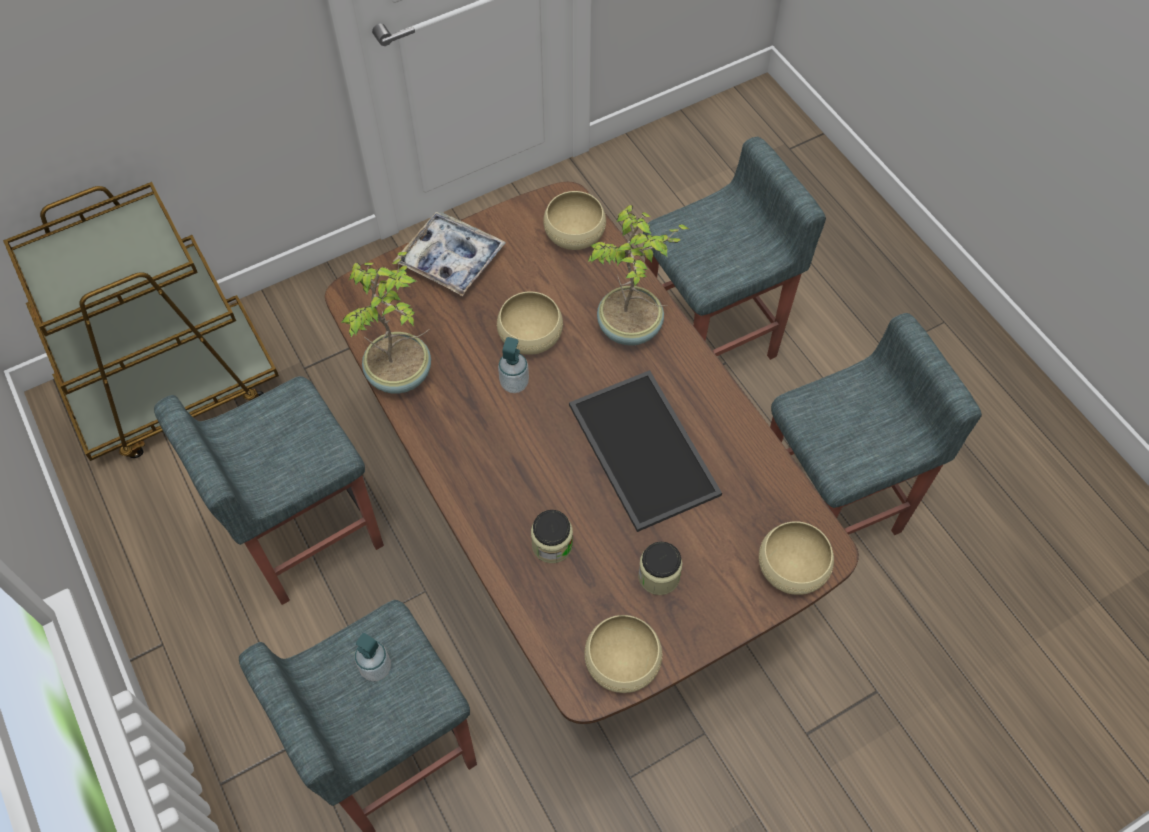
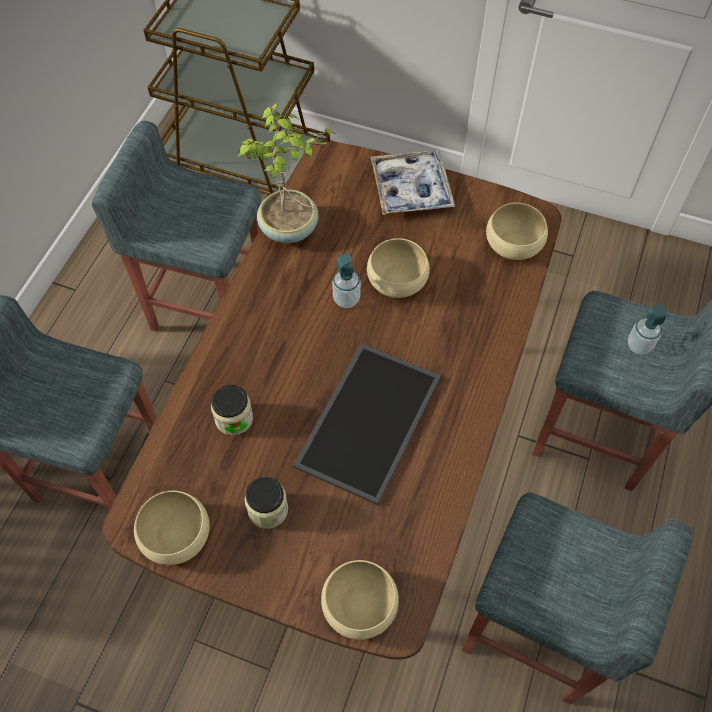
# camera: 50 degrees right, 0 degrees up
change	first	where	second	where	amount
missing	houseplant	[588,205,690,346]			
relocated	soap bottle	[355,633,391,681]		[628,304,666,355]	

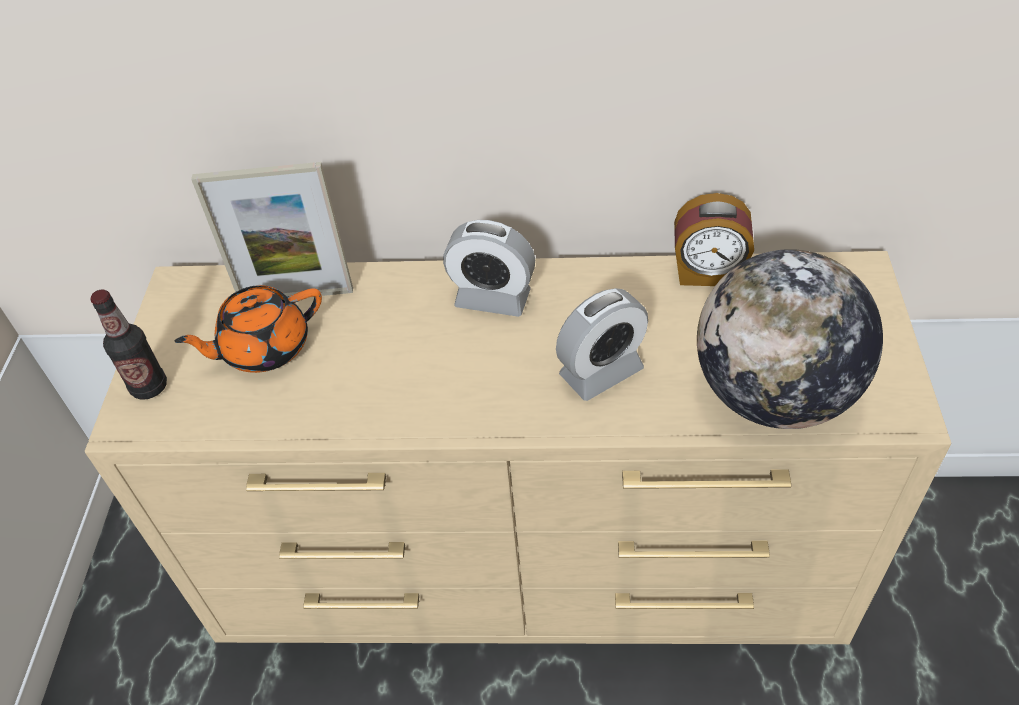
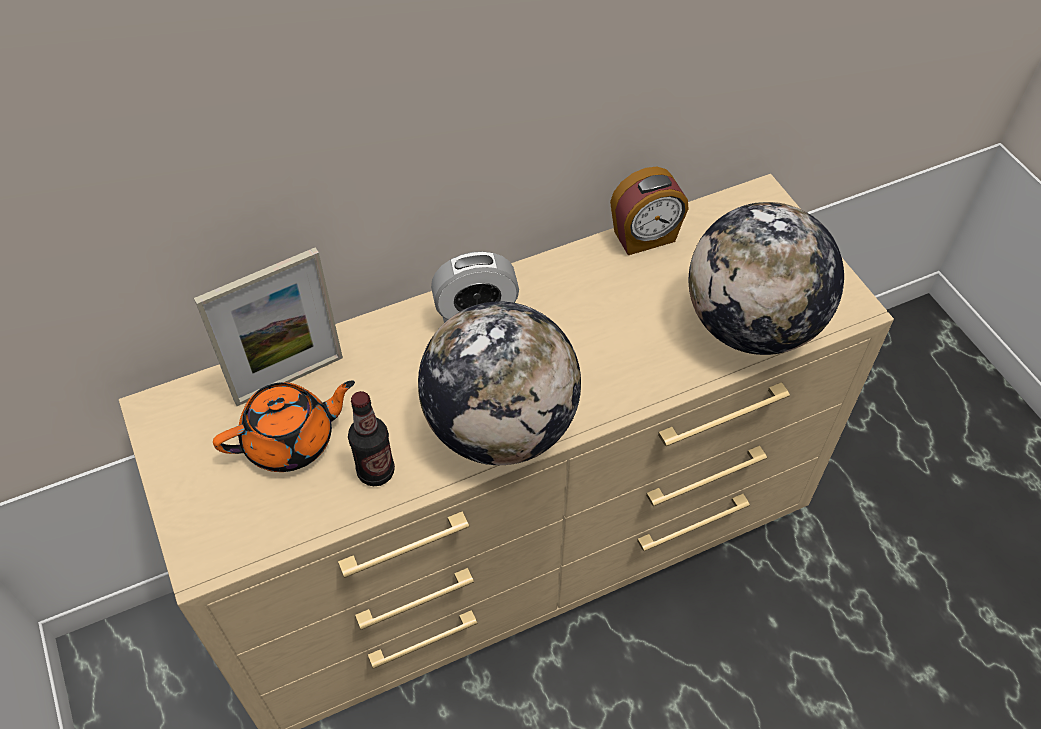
# camera: 30 degrees left, 5 degrees up
change	first	where	second	where	amount
missing	alarm clock	[556,288,648,401]			
appeared			world globe	[418,301,581,465]	
relocated	drink bottle	[90,290,167,400]		[348,391,395,486]	
spun	orange pot for tea	[175,285,322,373]		[213,381,355,472]	150 degrees counterclockwise

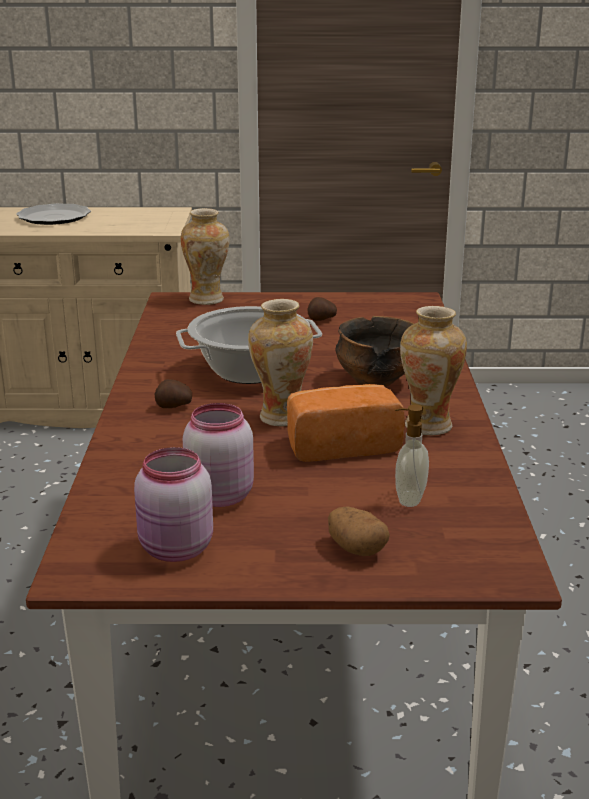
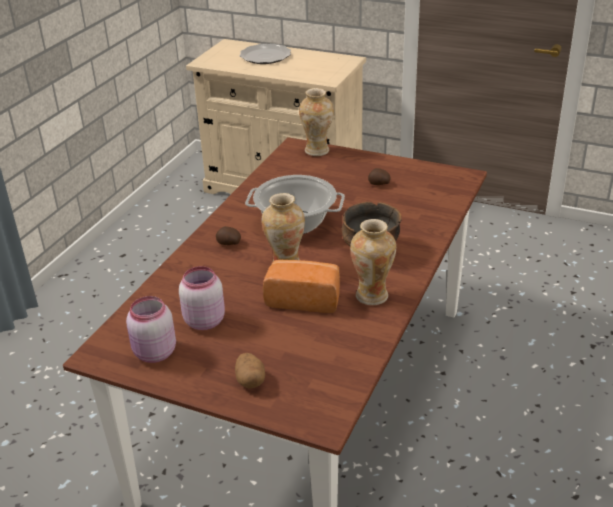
# camera: 25 degrees right, 10 degrees up
change	first	where	second	where	amount
missing	soap bottle	[395,405,429,507]			

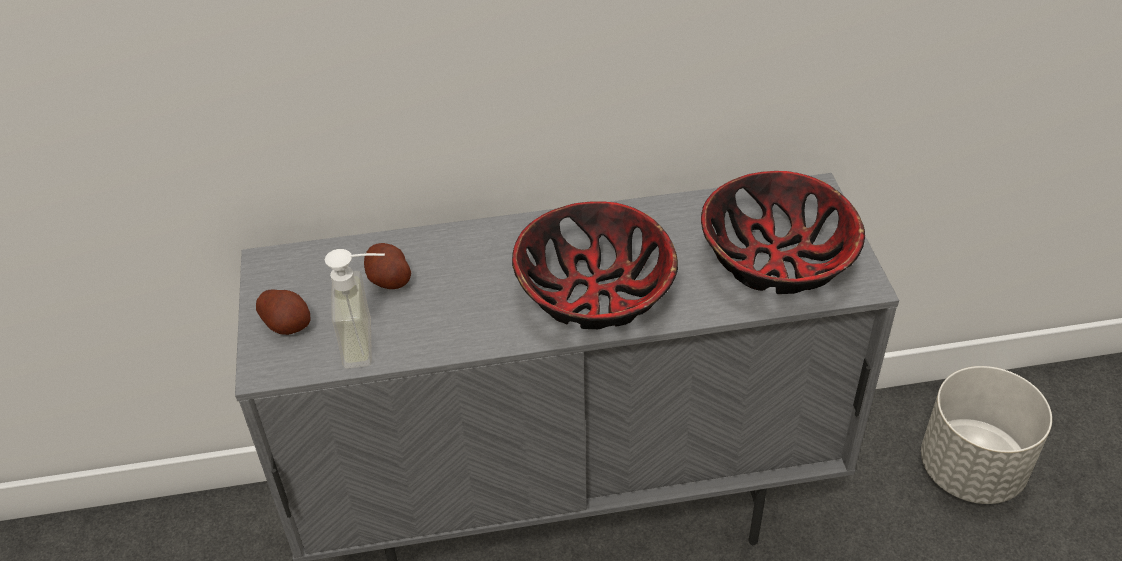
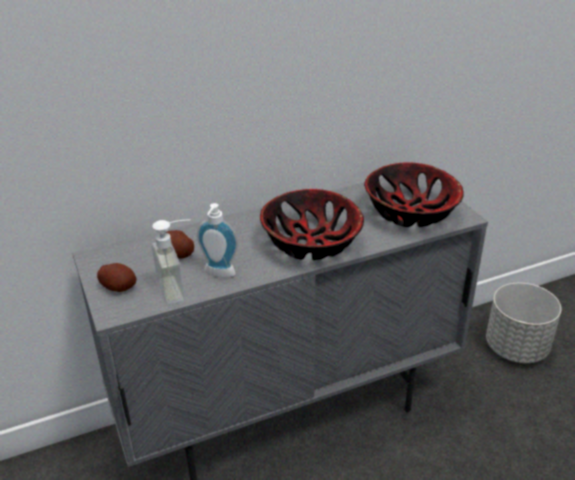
# camera: 15 degrees left, 10 degrees down
change	first	where	second	where	amount
appeared			soap bottle	[197,203,238,277]	

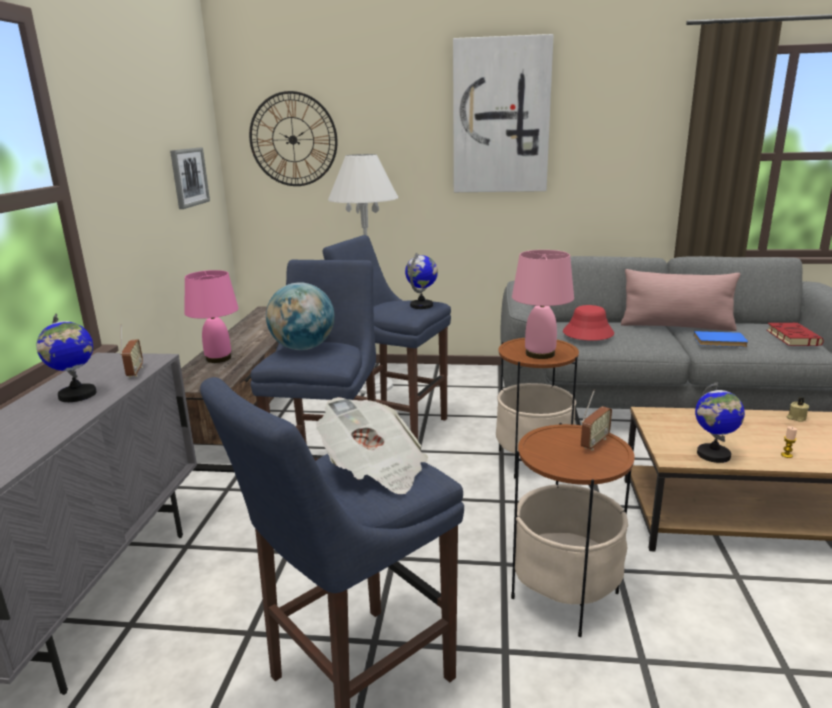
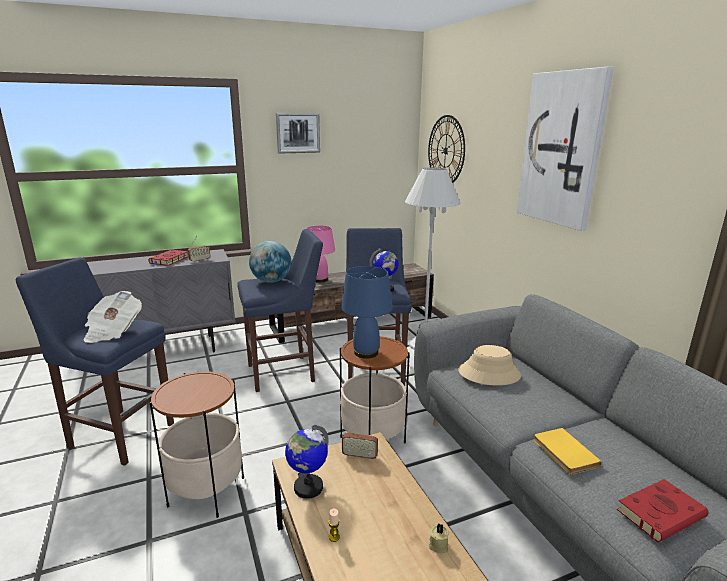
# camera: 60 degrees right, 0 degrees up
change	first	where	second	where	amount
missing	pinkish cushion	[621,269,741,331]			
relocated	wall art	[170,148,210,209]		[276,113,320,154]	
relocated	radio receiver	[581,389,612,451]		[342,418,378,461]	
exchanged	world globe	[36,314,96,402]	reddish volume	[149,250,189,267]	
colour	pinkish lamp for a table	[512,250,574,359]	blue lamp for a table	[341,266,393,359]	
colour	reddish wearable hat	[563,305,614,341]	beige wearable hat	[458,345,521,386]	
colour	blue volume	[694,331,748,347]	yellowish volume	[534,428,602,475]	

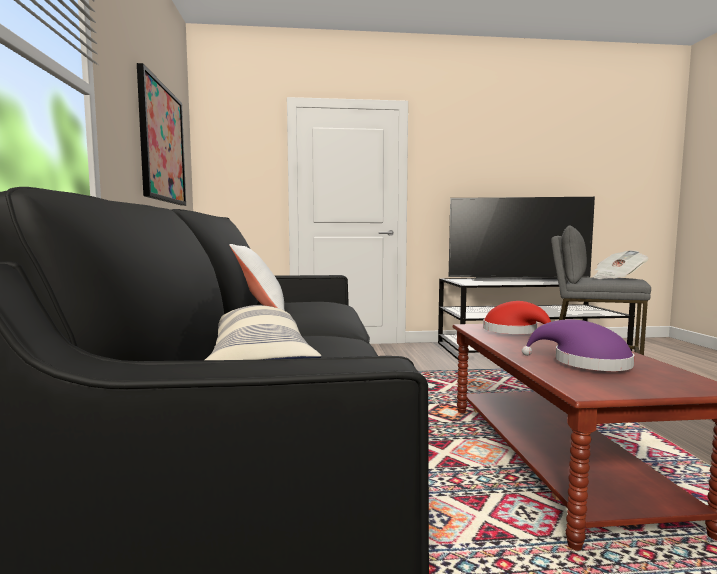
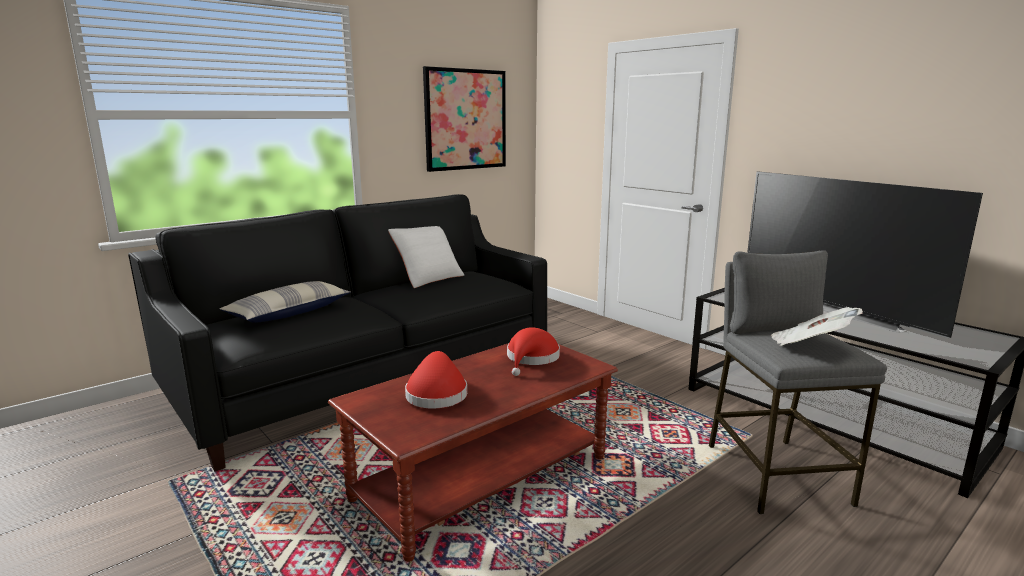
# camera: 55 degrees right, 10 degrees up
change	first	where	second	where	amount
colour	purplish wearable hat	[522,319,635,371]	reddish wearable hat	[405,351,467,408]	

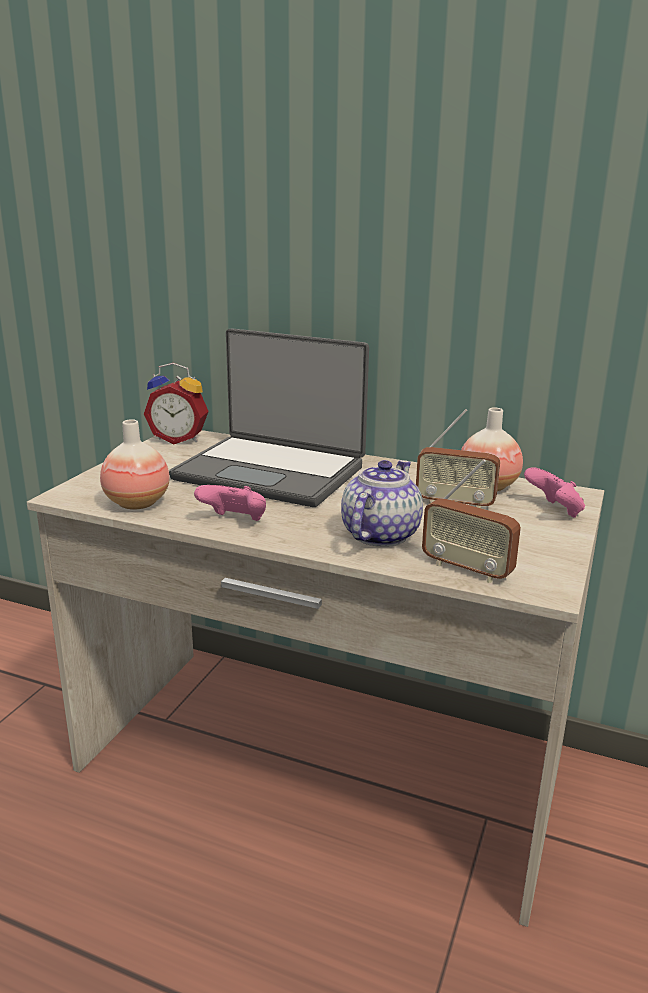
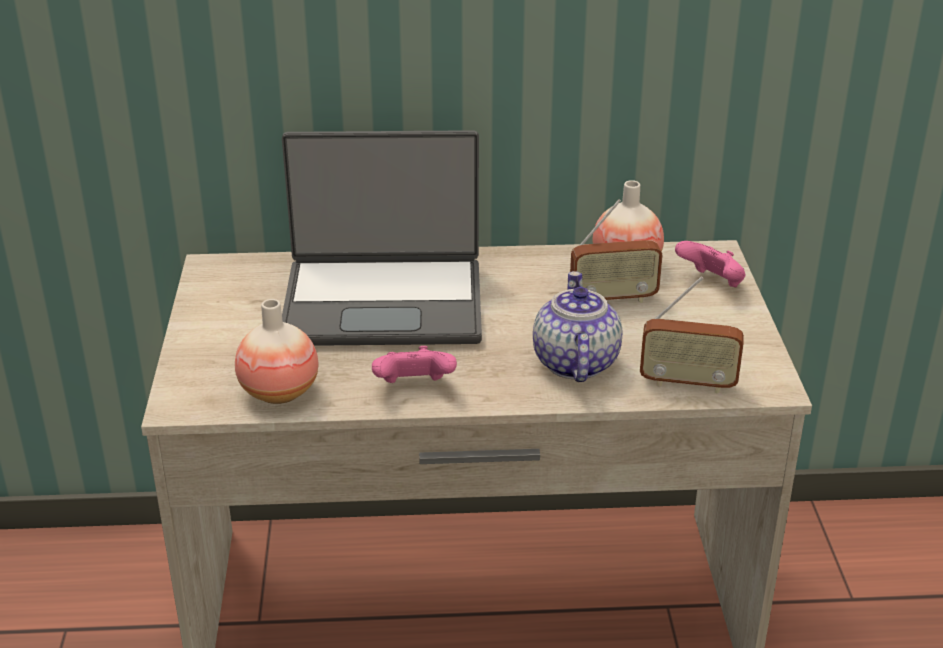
# camera: 25 degrees left, 10 degrees up
change	first	where	second	where	amount
missing	alarm clock	[144,363,209,444]			

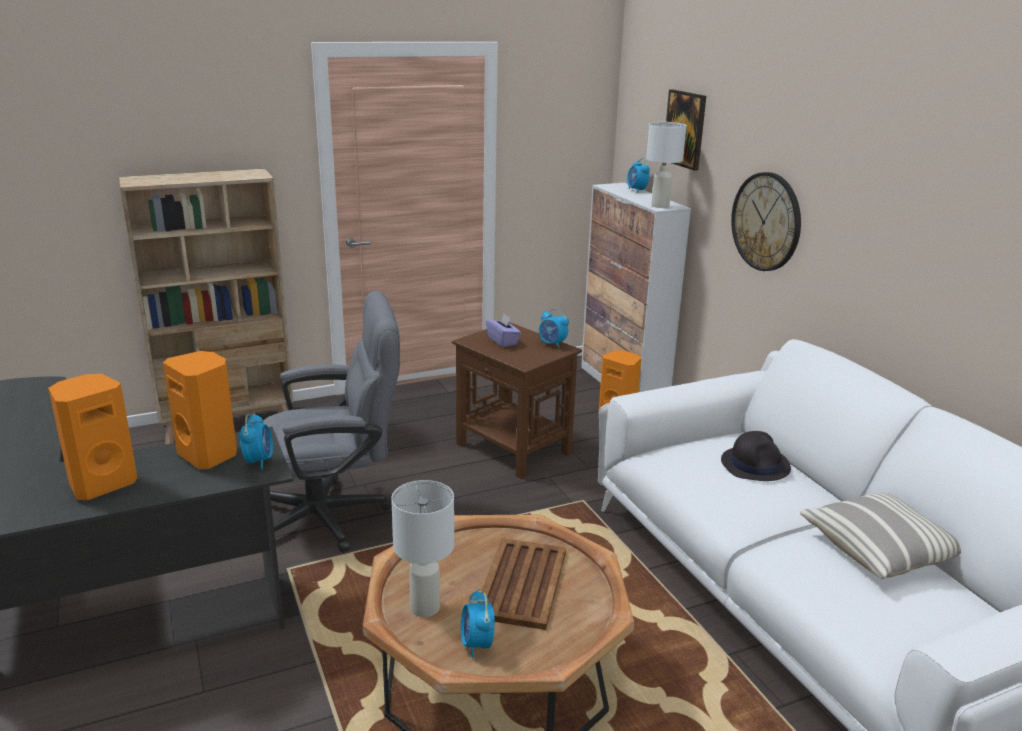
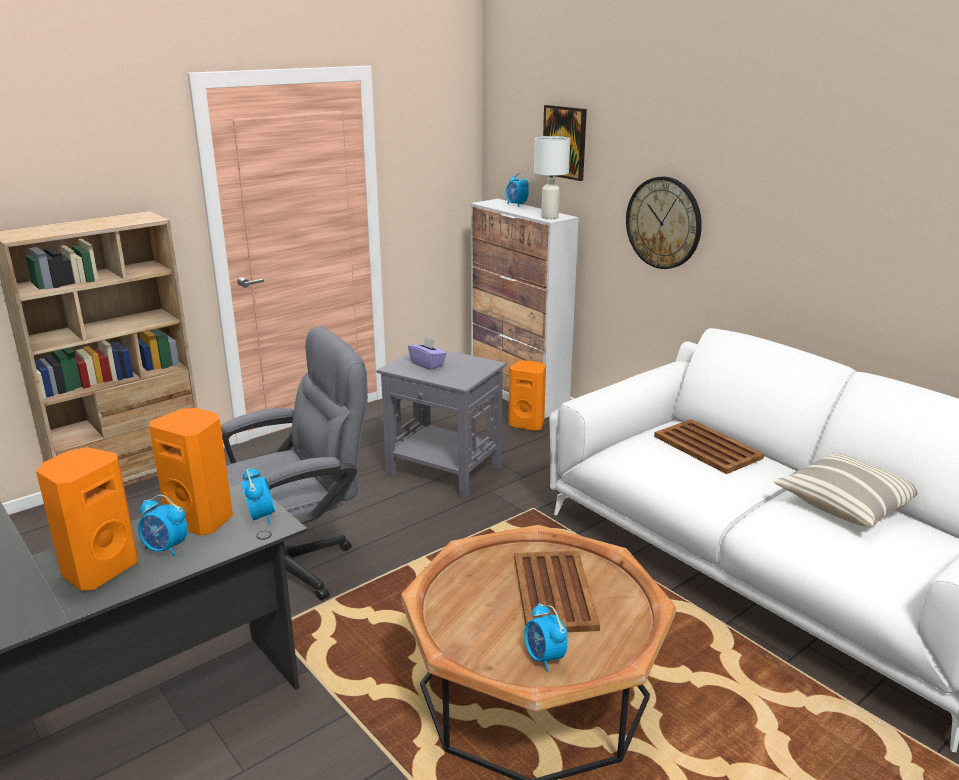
# camera: 15 degrees left, 0 degrees up
change	first	where	second	where	amount
missing	white lamp for a table	[391,480,454,617]			
relocated	alarm clock	[539,308,569,348]		[138,495,188,556]	
exchanged	black wearable hat	[721,431,791,481]	brown carrying tray	[654,419,764,474]	
colour	brown accent table	[452,322,582,479]	gray accent table	[376,349,507,498]	

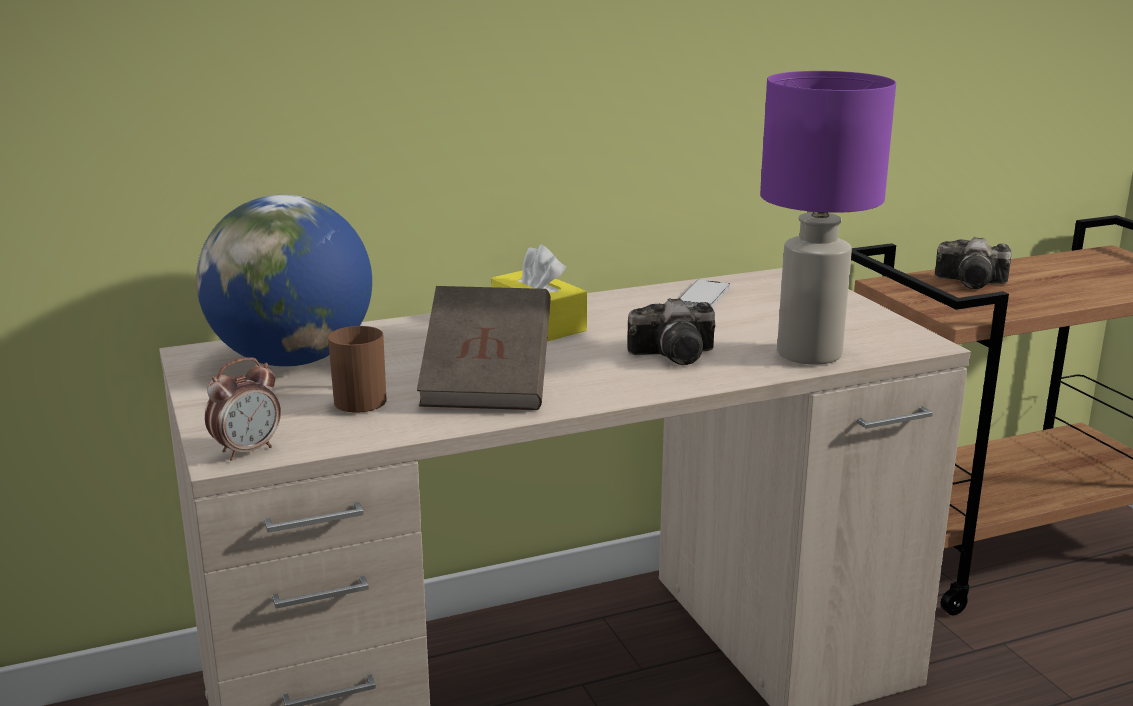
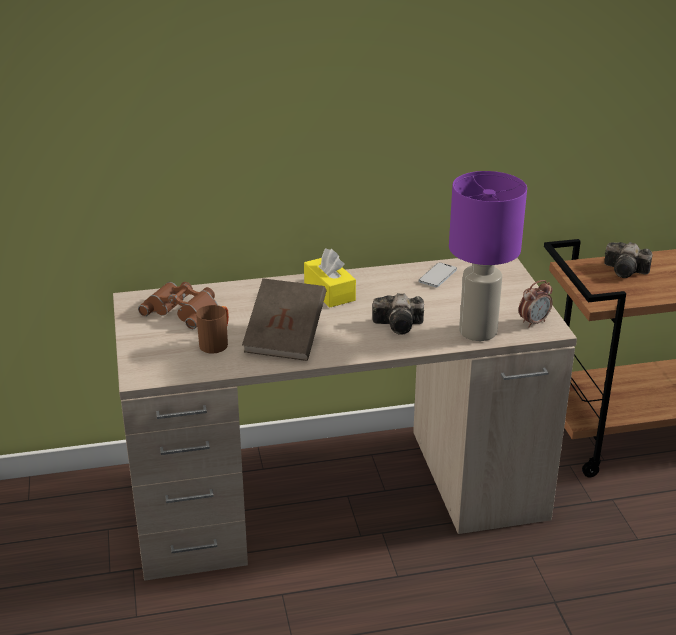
# camera: 10 degrees right, 10 degrees up
change	first	where	second	where	amount
relocated	alarm clock	[205,358,281,461]		[519,280,553,327]	
exchanged	world globe	[196,195,372,367]	brown field glasses	[138,282,218,329]	

